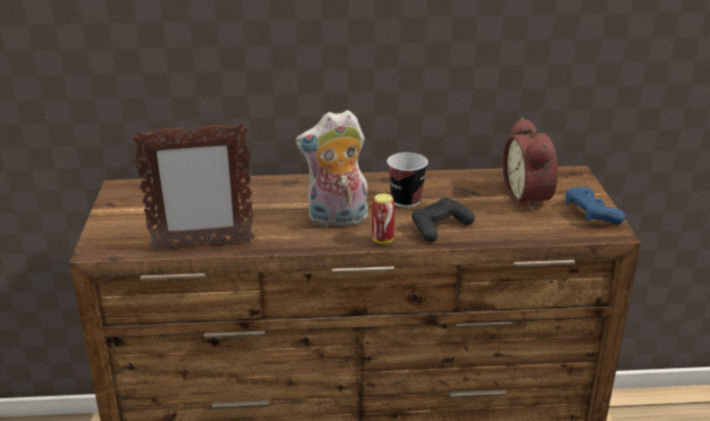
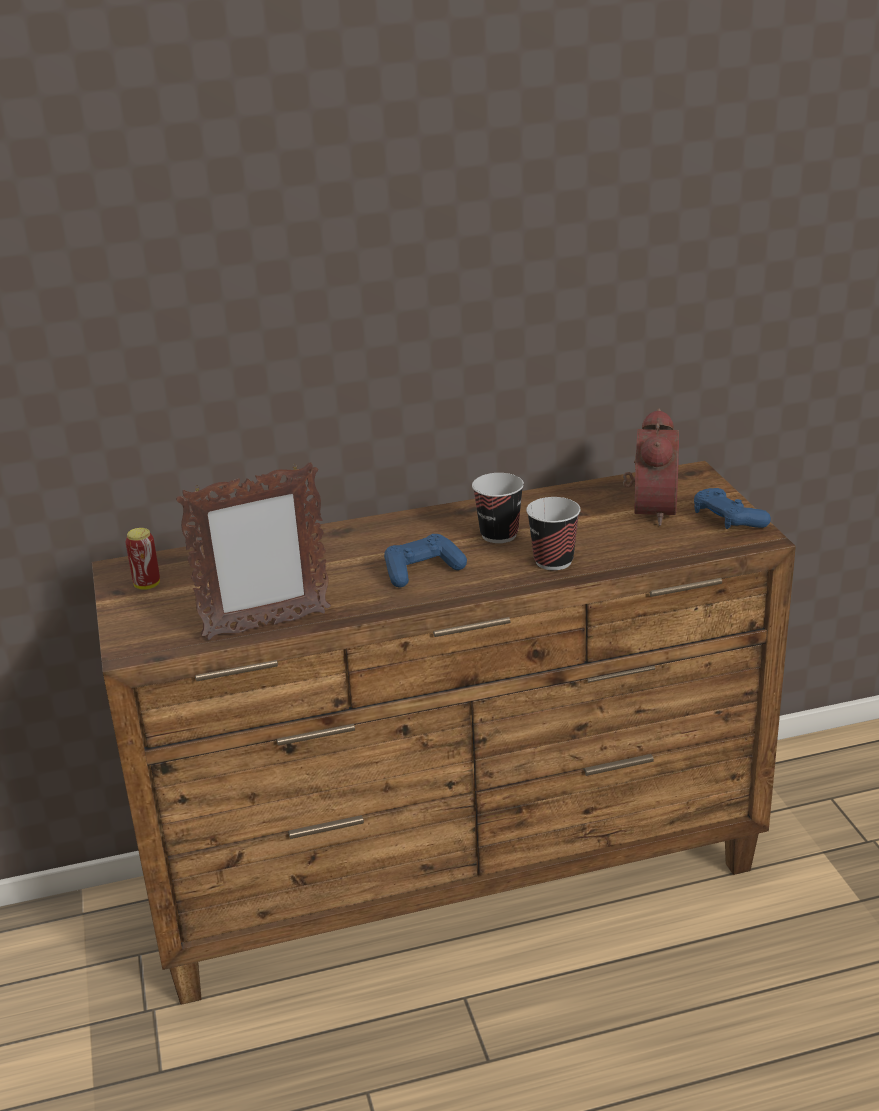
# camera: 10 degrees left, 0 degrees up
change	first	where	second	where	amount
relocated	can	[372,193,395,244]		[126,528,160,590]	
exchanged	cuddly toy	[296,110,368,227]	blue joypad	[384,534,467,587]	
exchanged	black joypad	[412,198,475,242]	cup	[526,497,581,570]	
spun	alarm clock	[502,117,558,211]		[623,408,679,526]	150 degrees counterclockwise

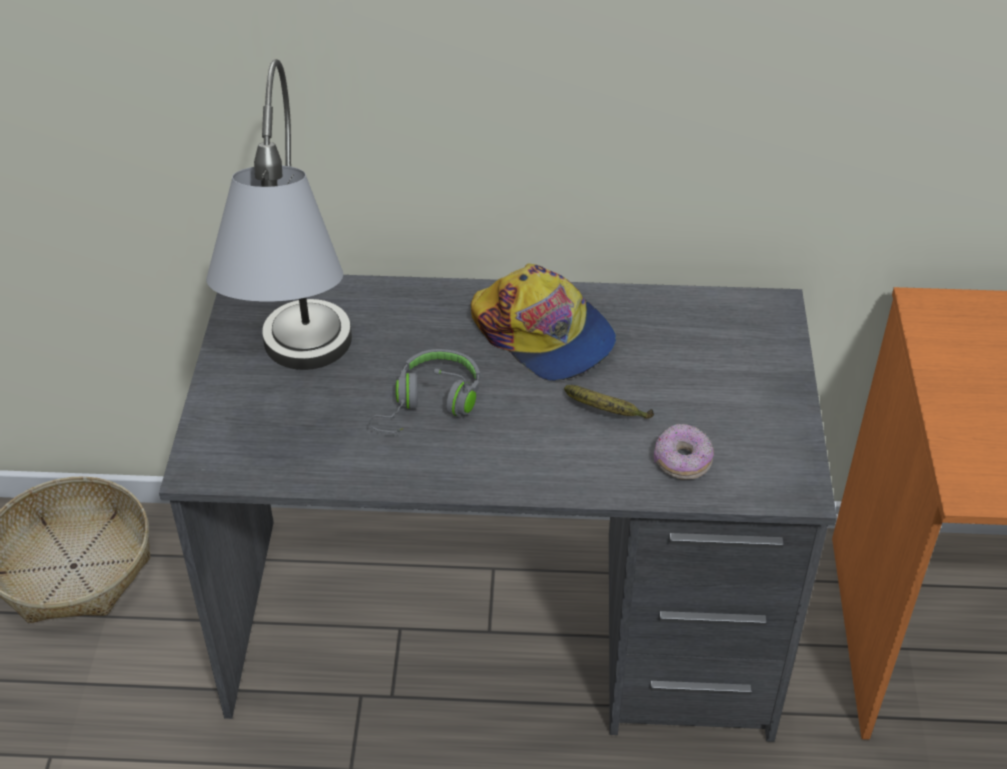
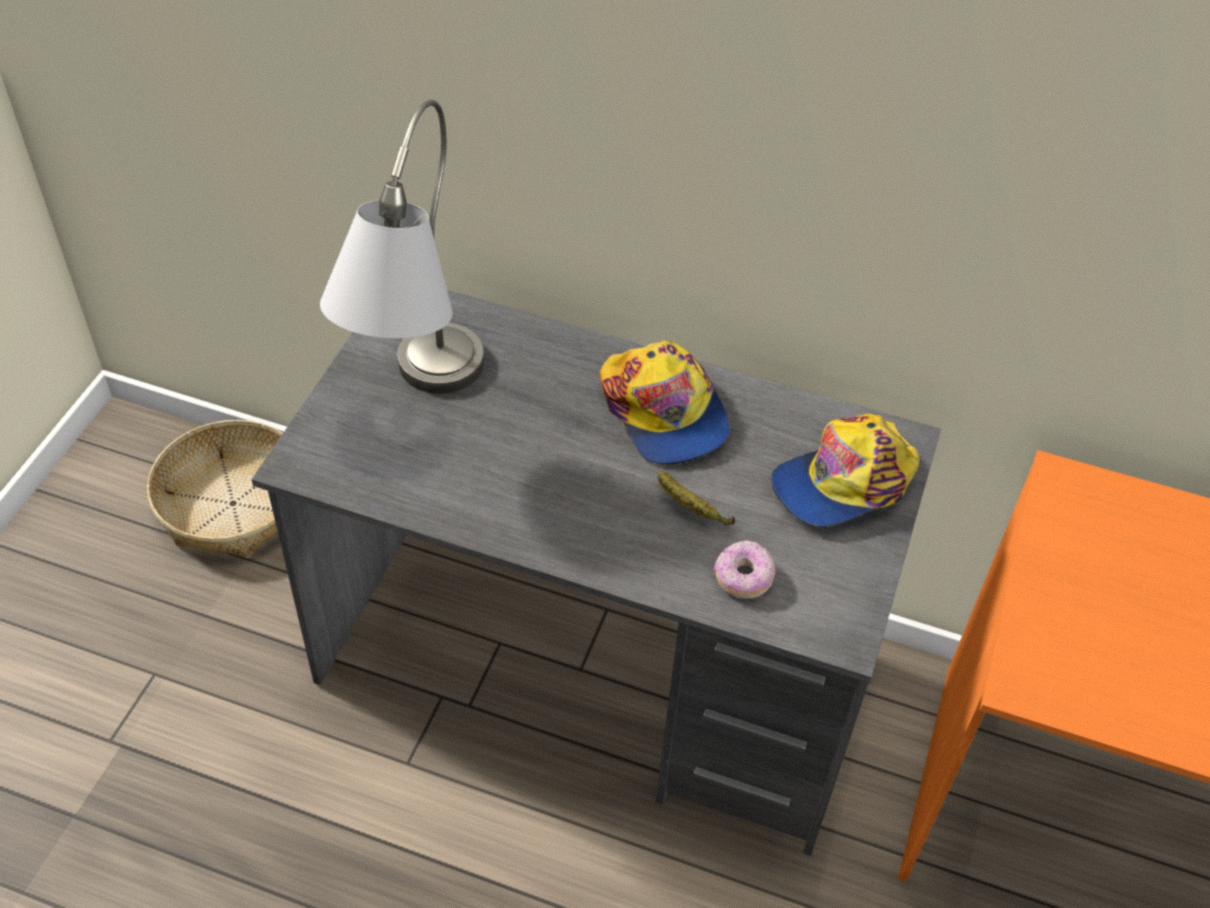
# camera: 15 degrees right, 5 degrees up
change	first	where	second	where	amount
missing	gray pair of headphones	[369,349,480,433]			
appeared			peaked cap	[771,414,919,526]	

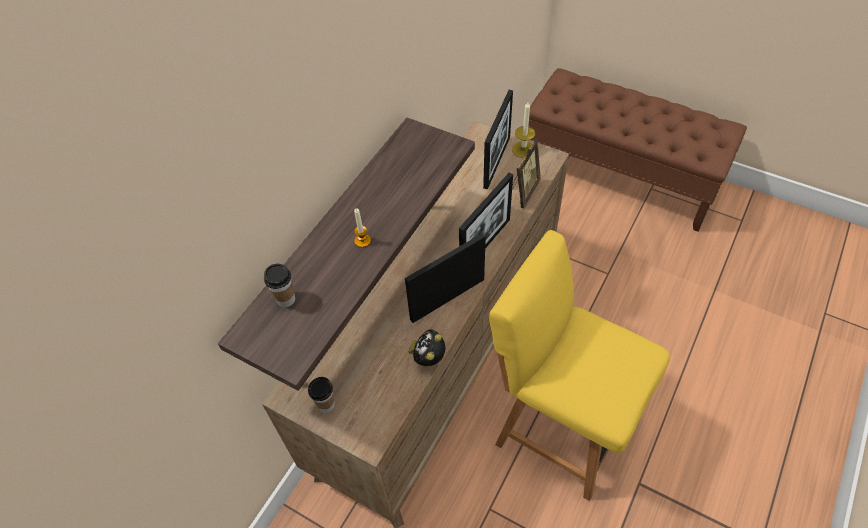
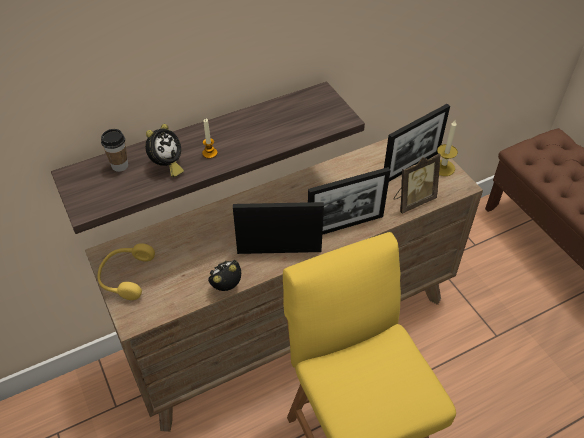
# camera: 30 degrees right, 5 degrees down
change	first	where	second	where	amount
appeared			alarm clock	[145,124,184,177]	
exchanged	cup	[308,377,335,413]	yellowish pair of headphones	[98,243,155,300]	

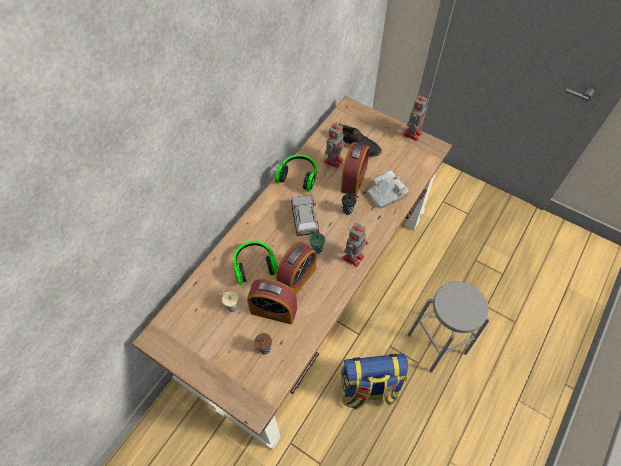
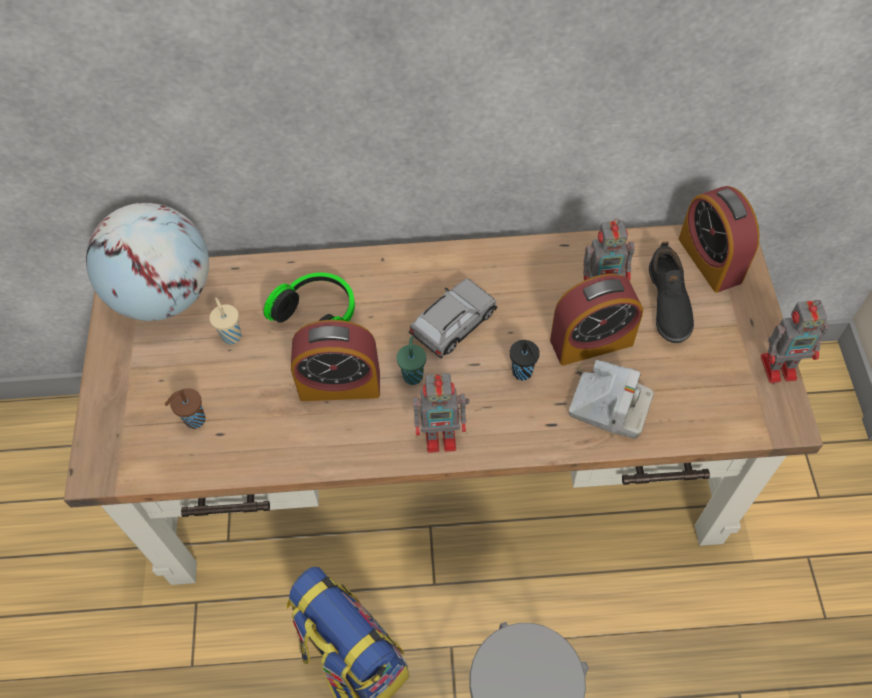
# camera: 55 degrees right, 0 degrees up
change	first	where	second	where	amount
missing	pair of headphones	[275,154,317,192]			
appeared			world globe	[86,203,209,321]	
relocated	alarm clock	[247,279,297,324]		[679,186,759,293]	

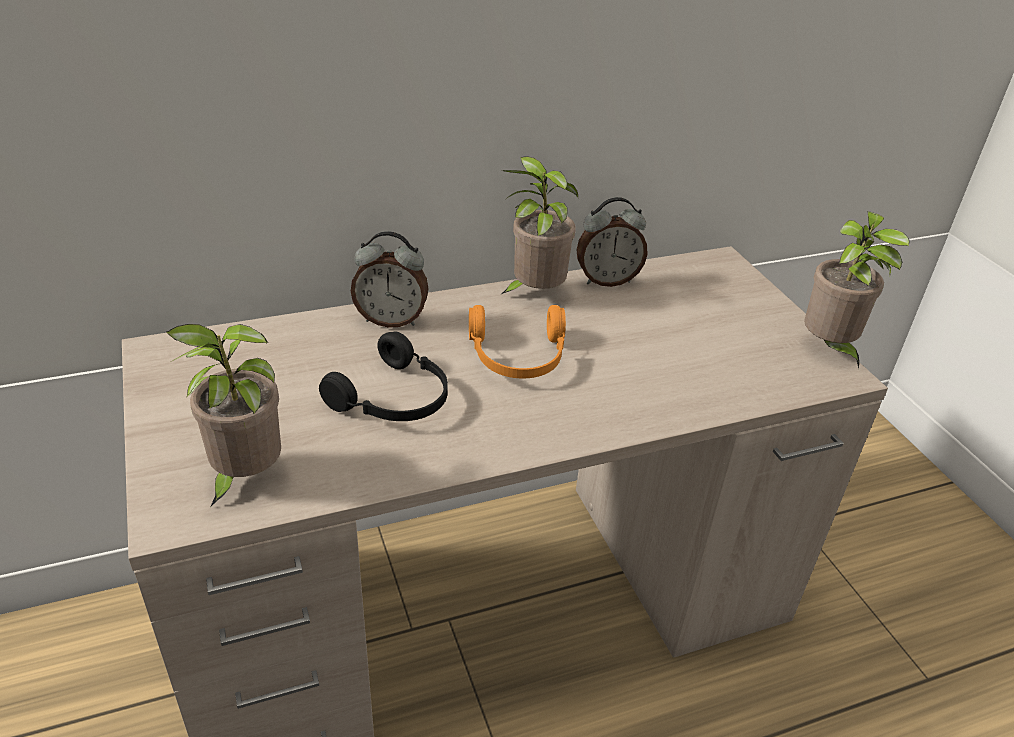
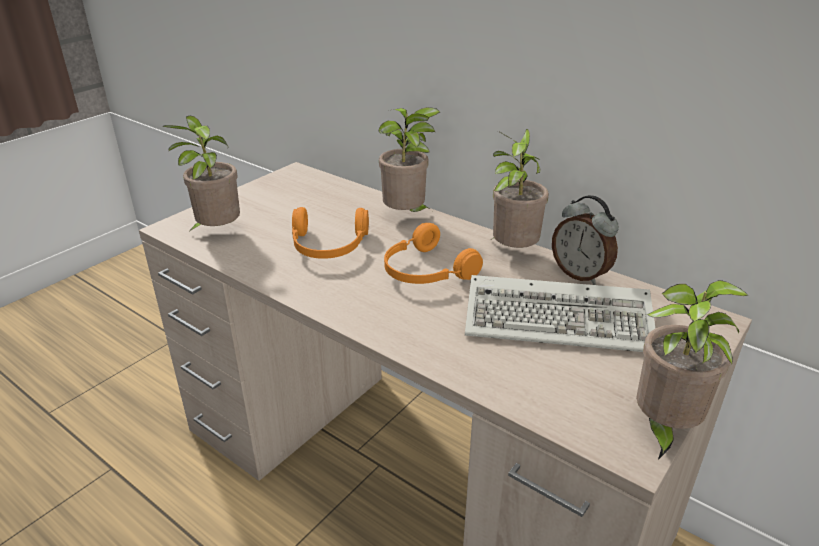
# camera: 60 degrees right, 5 degrees down
change	first	where	second	where	amount
appeared			computer keyboard	[465,275,655,352]	
exchanged	alarm clock	[351,231,429,328]	houseplant	[379,107,440,212]	
colour	black pair of headphones	[319,332,448,421]	orange pair of headphones	[292,207,369,259]	

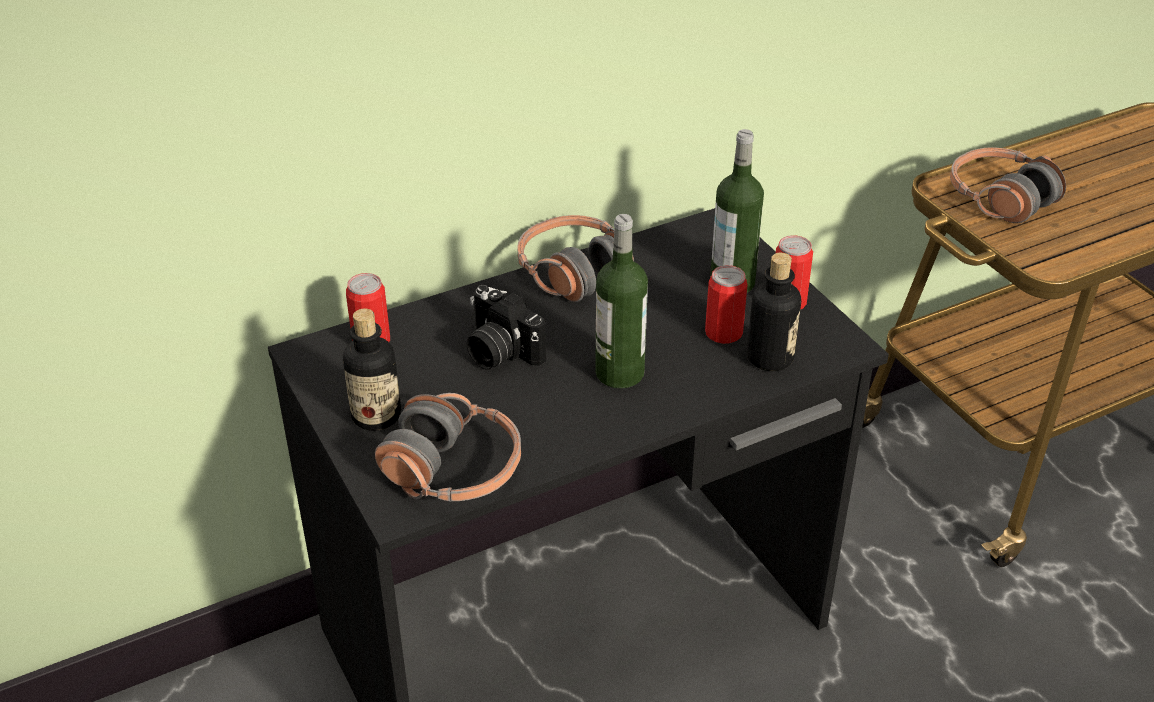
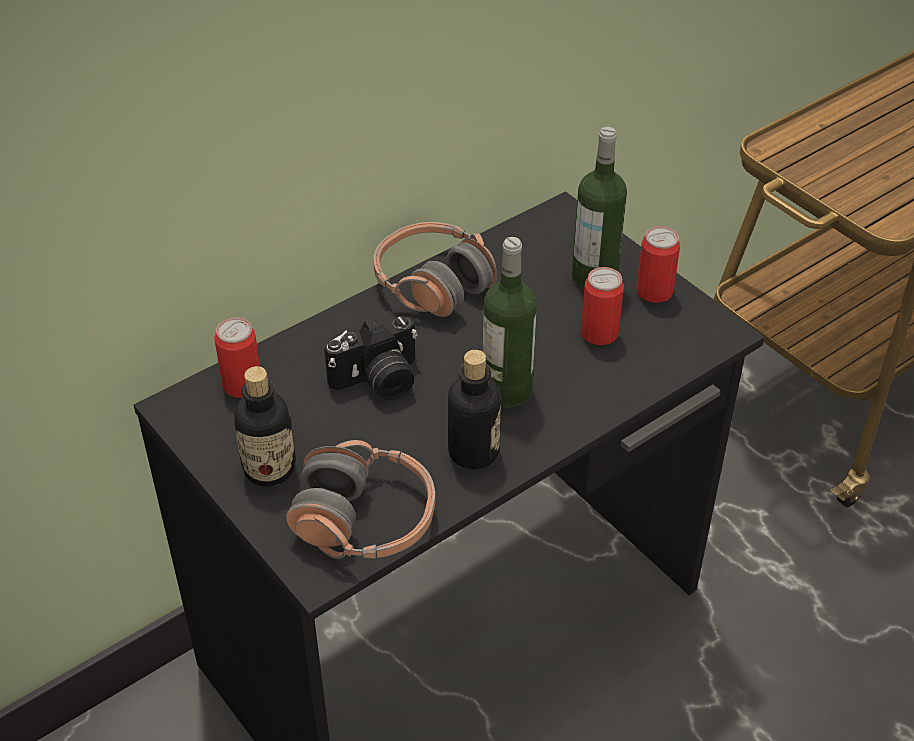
# camera: 10 degrees left, 5 degrees up
change	first	where	second	where	amount
missing	pair of headphones	[950,147,1066,223]			
relocated	drink bottle	[747,253,801,371]		[448,350,501,469]	
spun	photo camera	[467,285,546,370]		[324,316,417,400]	60 degrees counterclockwise

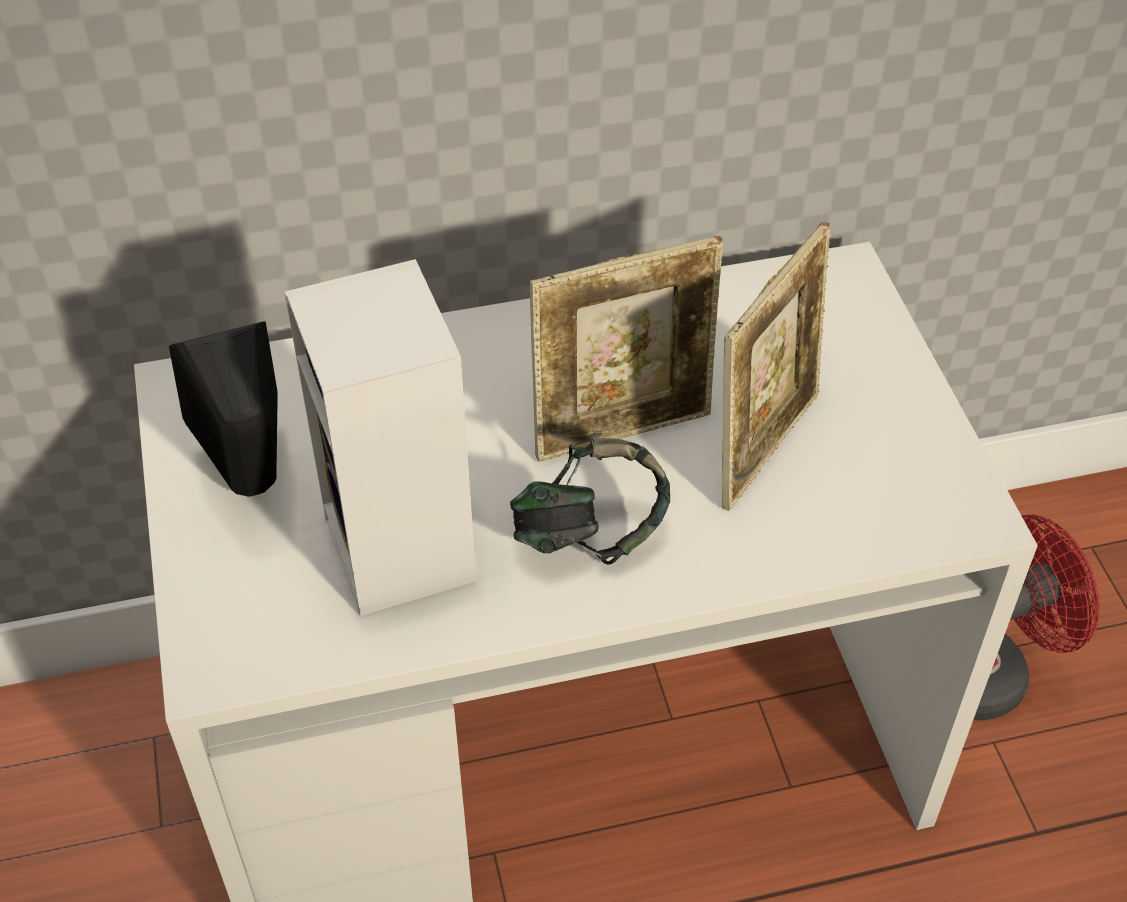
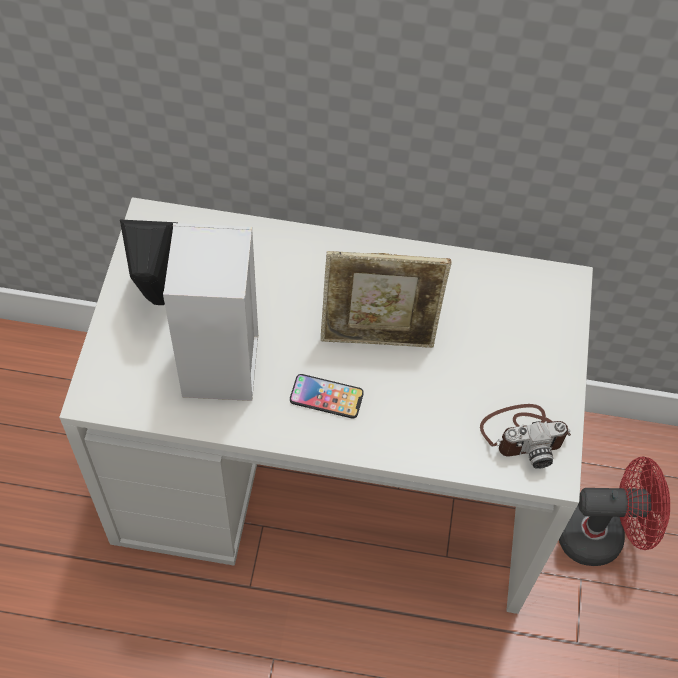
# camera: 20 degrees right, 10 degrees up
change	first	where	second	where	amount
missing	photo frame	[722,222,831,511]			
appeared			photo camera	[480,404,571,469]	
exchanged	pair of headphones	[510,437,670,565]	telephone	[290,374,364,419]	

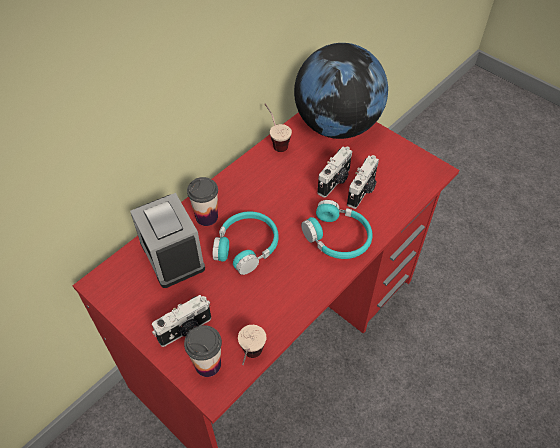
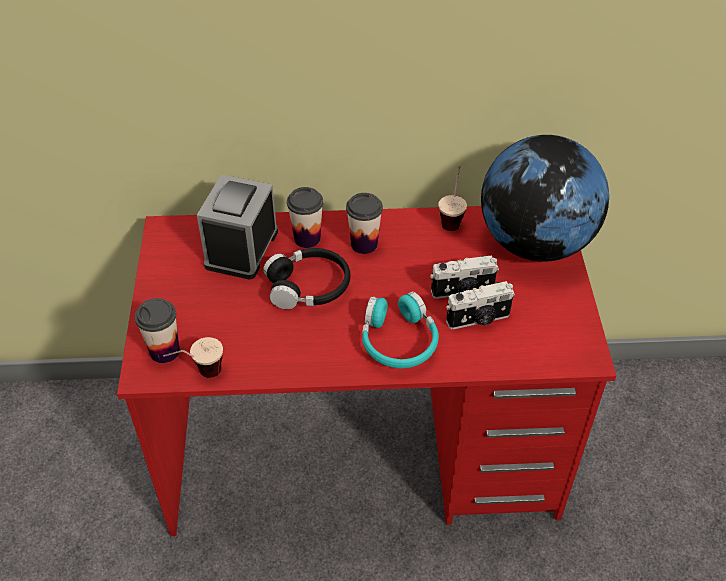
# camera: 45 degrees right, 5 degrees down
change	first	where	second	where	amount
missing	photo camera	[152,295,211,347]			
appeared			cup	[346,193,383,254]	
colour	turquoise pair of headphones	[213,211,279,275]	black pair of headphones	[263,248,350,309]	

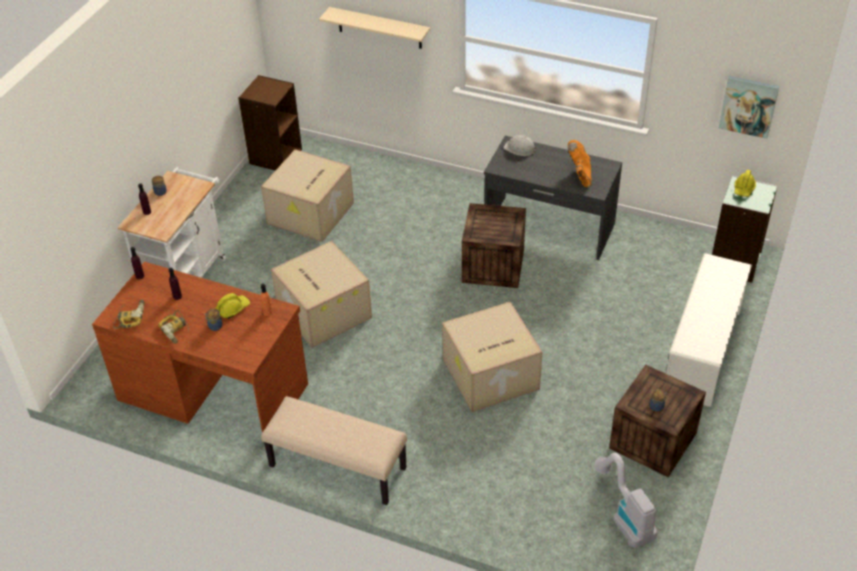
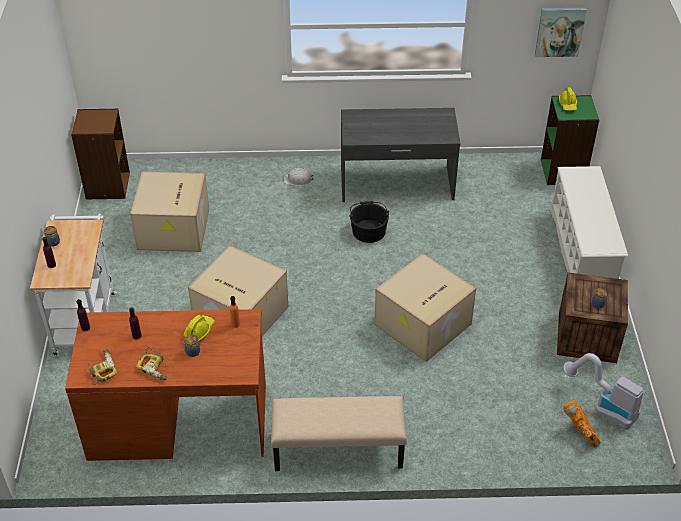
# camera: 25 degrees left, 0 degrees up
change	first	where	second	where	amount
missing	beige shelf	[319,7,430,49]			
relocated	white safety helmet	[503,135,537,156]		[284,168,314,186]	
relocated	orange high-top boot	[568,140,592,187]		[563,401,600,447]	
exchanged	packing crate	[462,203,526,288]	black bucket	[350,201,389,243]	

